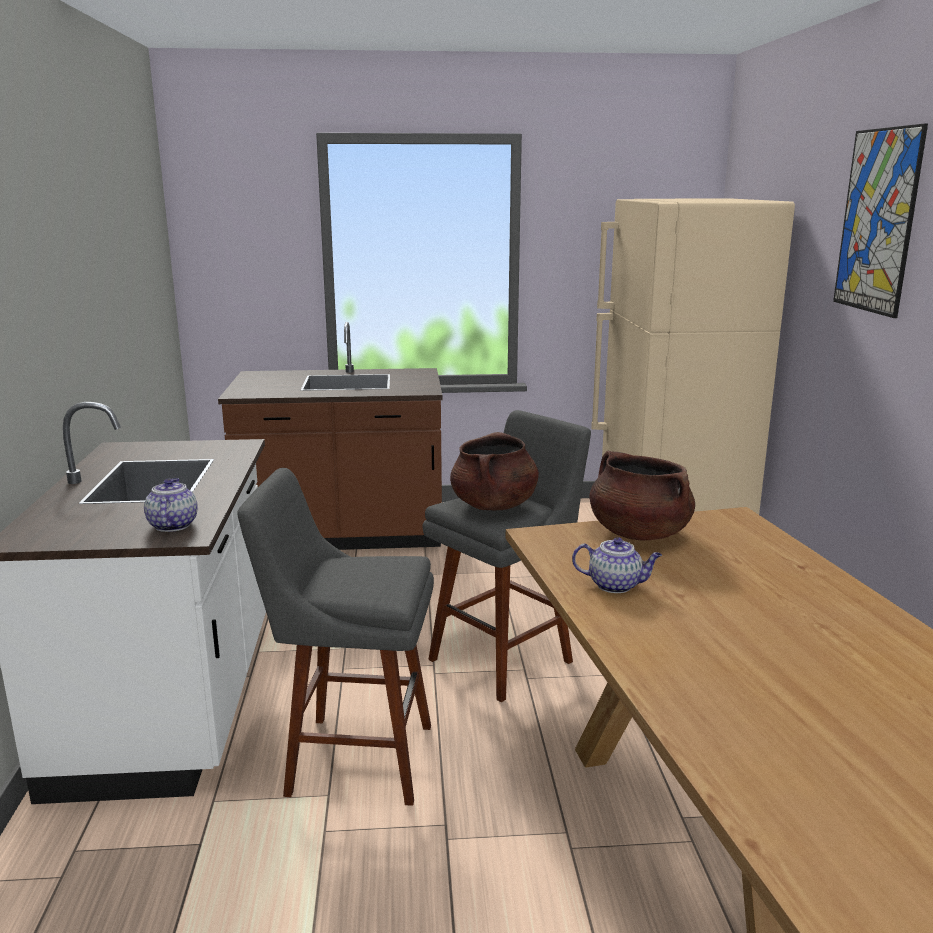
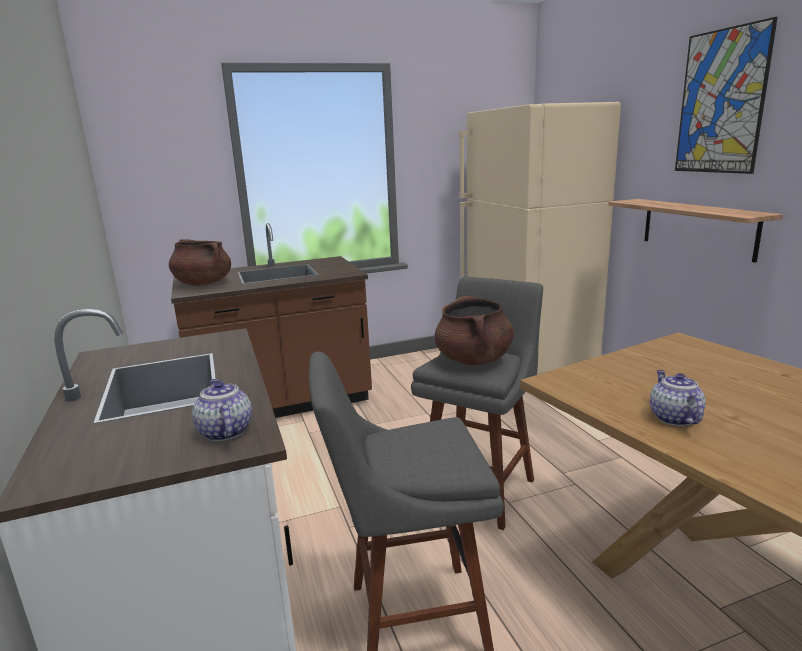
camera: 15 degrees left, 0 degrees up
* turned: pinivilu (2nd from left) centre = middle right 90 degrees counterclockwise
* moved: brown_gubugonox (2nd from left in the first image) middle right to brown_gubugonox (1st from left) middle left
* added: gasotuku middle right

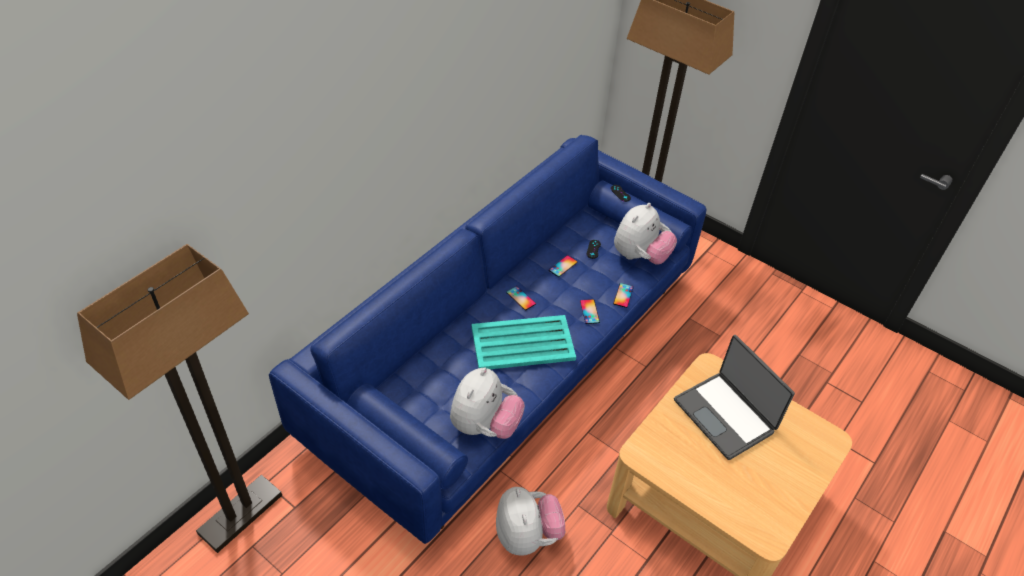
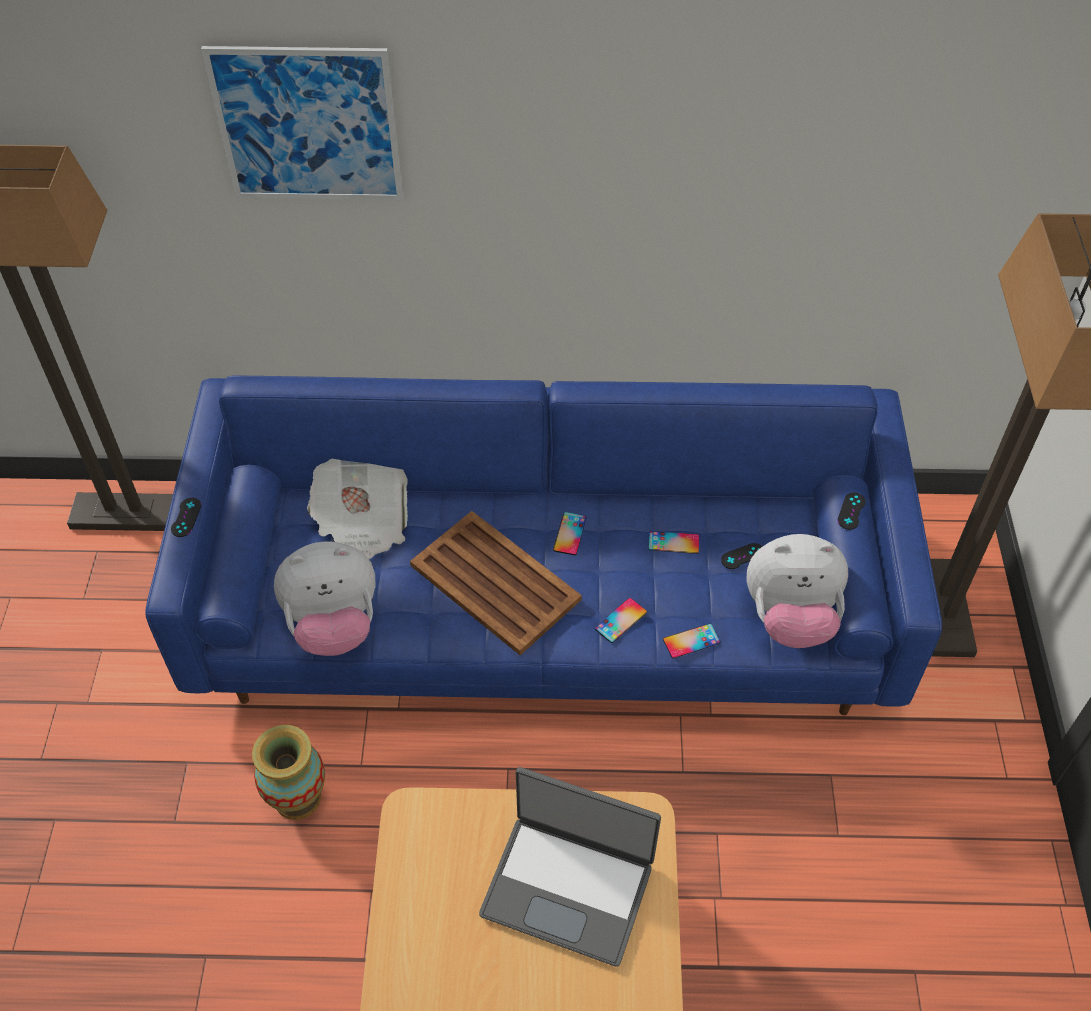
camera: 55 degrees right, 5 degrees up
* recoloured: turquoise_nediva centre to brown_nediva centre
* replaced: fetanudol (2nd from left) bottom centre to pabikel bottom left
* turned: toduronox bottom right = bottom centre 90 degrees counterclockwise
* added: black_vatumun (1st from left) middle left
* added: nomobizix top left
* added: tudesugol middle left

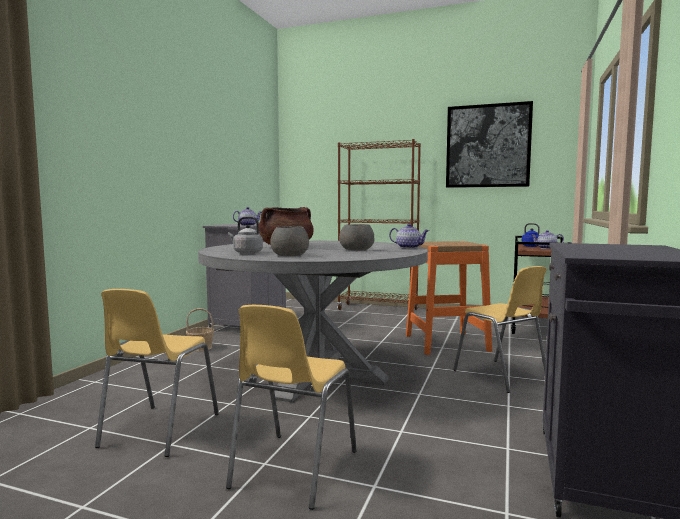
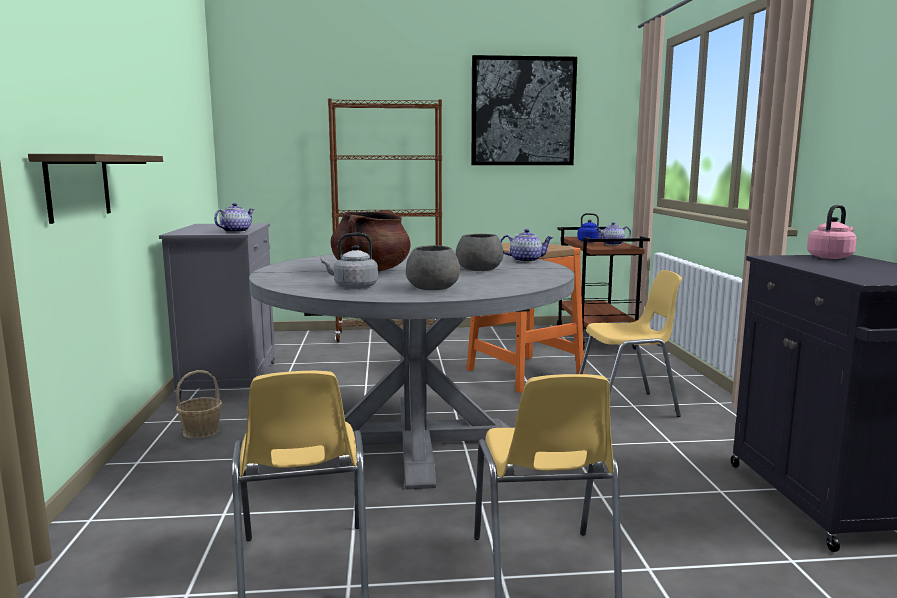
camera: 25 degrees left, 5 degrees up
* turned: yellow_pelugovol (3rd from left) middle right = middle right 45 degrees counterclockwise
* added: gasotuku top left
* added: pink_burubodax middle right

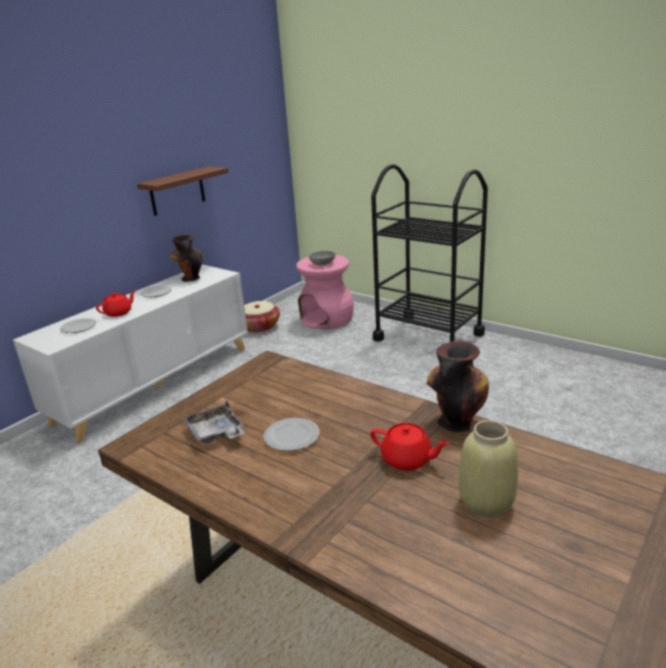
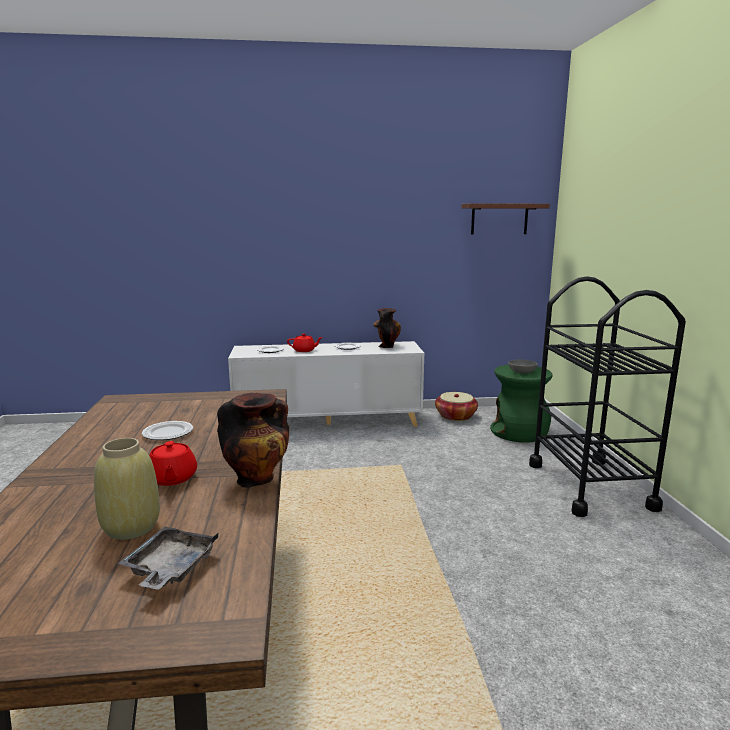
camera: 45 degrees right, 10 degrees down
* moved: brown_gasotuku top left to top right
* moved: grey_nediva middle left to bottom left
* recoloured: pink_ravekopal centre to green_ravekopal middle right

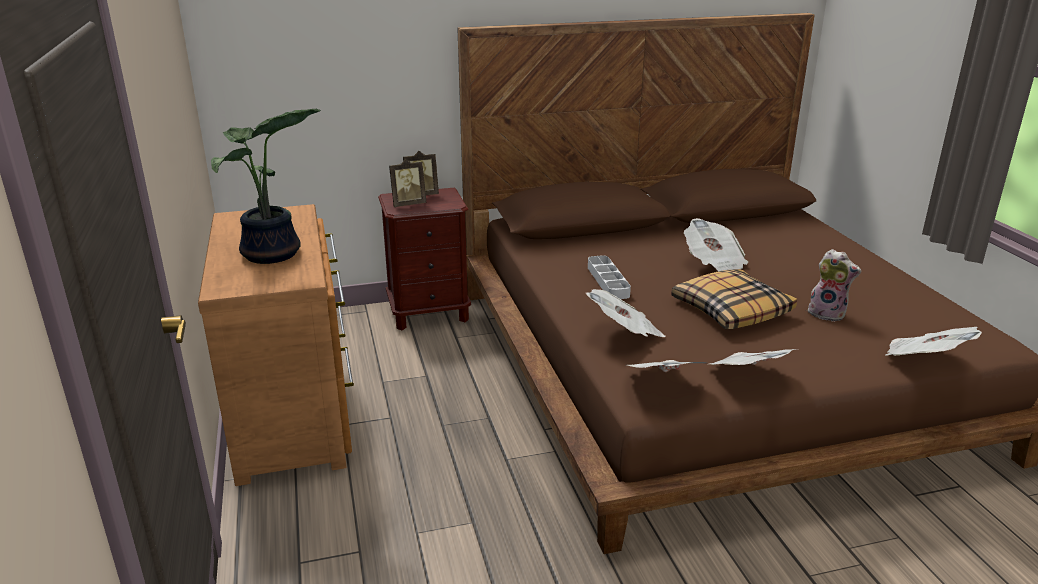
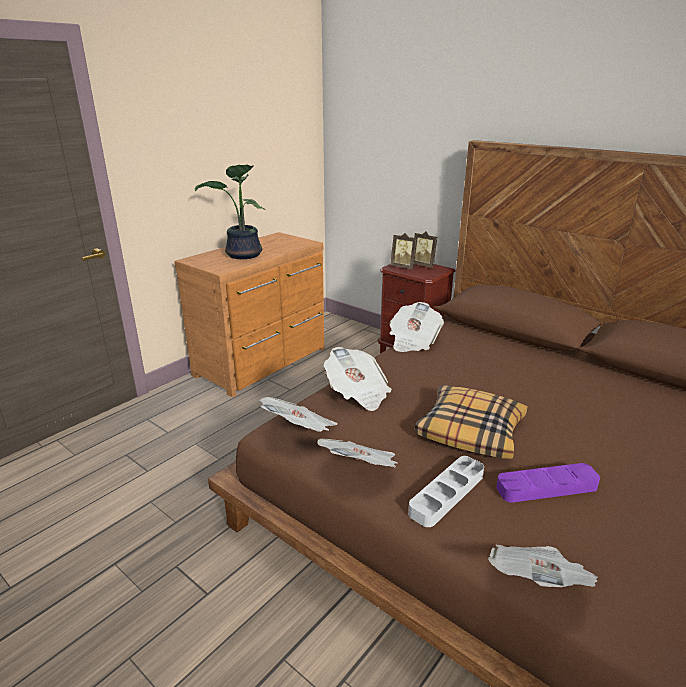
camera: 55 degrees right, 0 degrees up
* moved: grey_nediva centre to bottom centre
* moved: tudesugol (3rd from left in the first image) middle right to tudesugol (4th from left) centre
* replaced: fetanudol middle right to purple_nediva bottom right

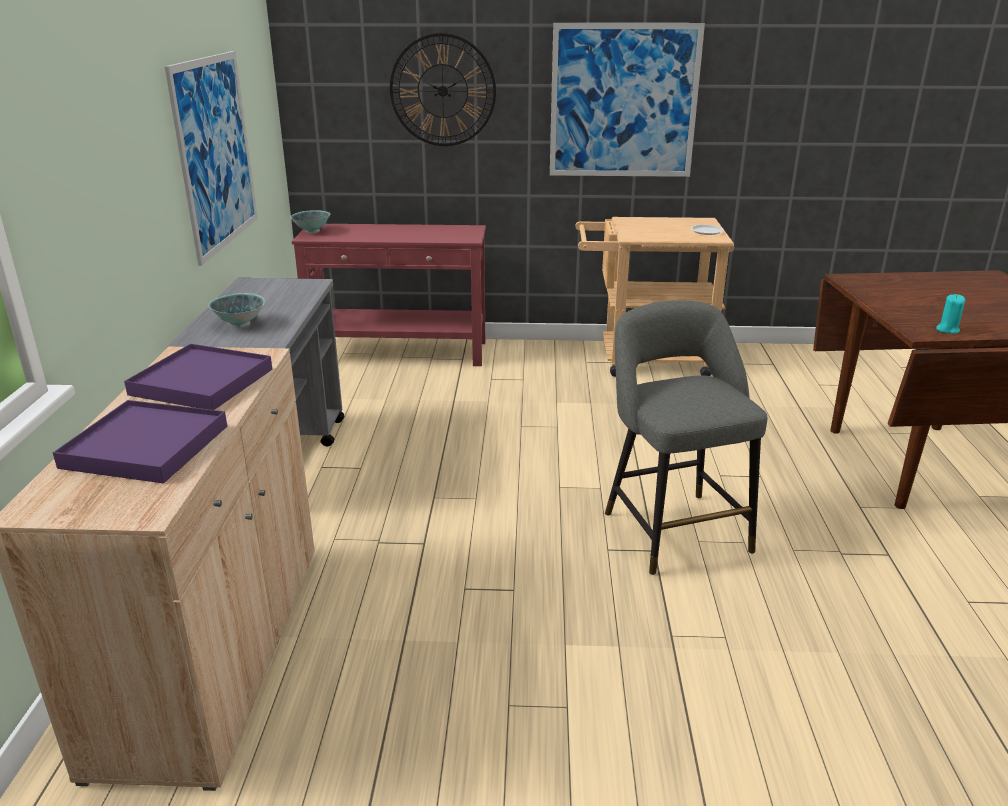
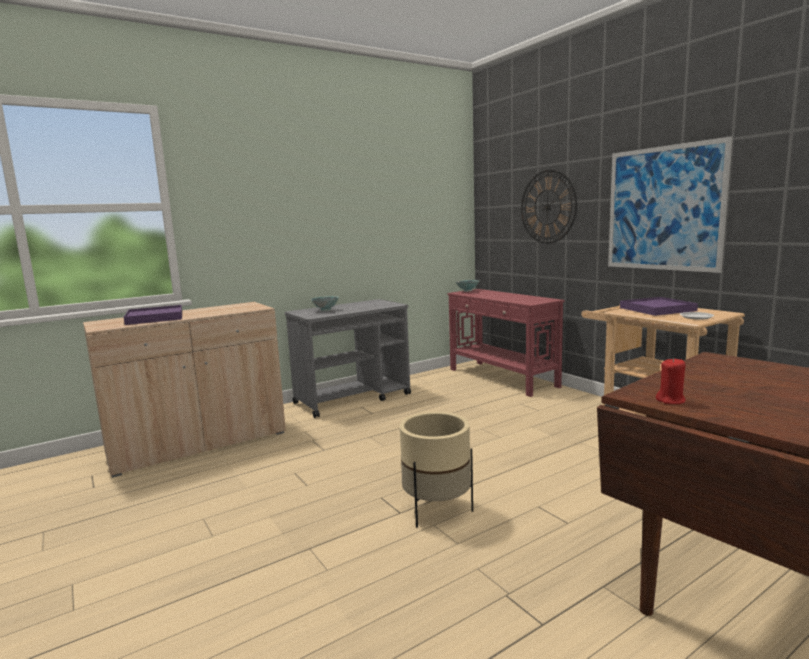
camera: 55 degrees right, 15 degrees down
* moved: purple_nediva (2nd from left) middle left to middle right
* removed: nomobizix (1st from left) top left
* replaced: grey_ravekopal middle right to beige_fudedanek bottom centre
* recoloured: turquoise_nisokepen middle right to red_nisokepen middle right

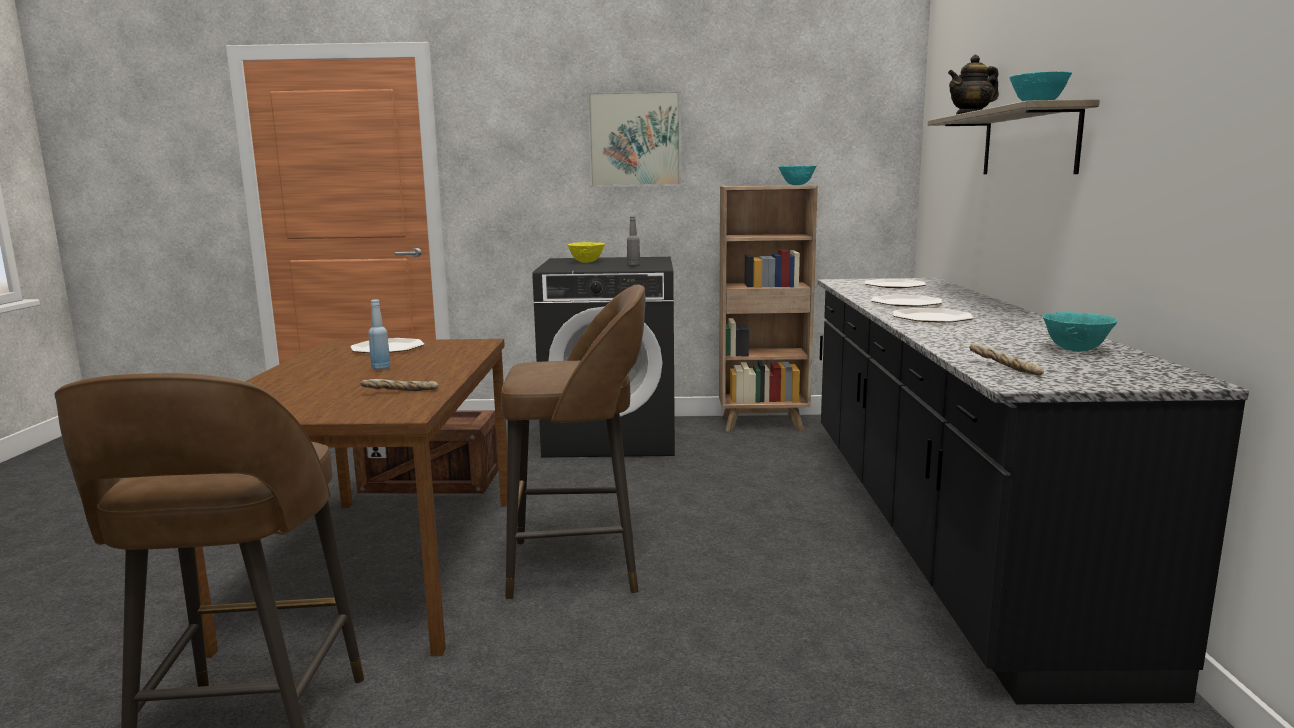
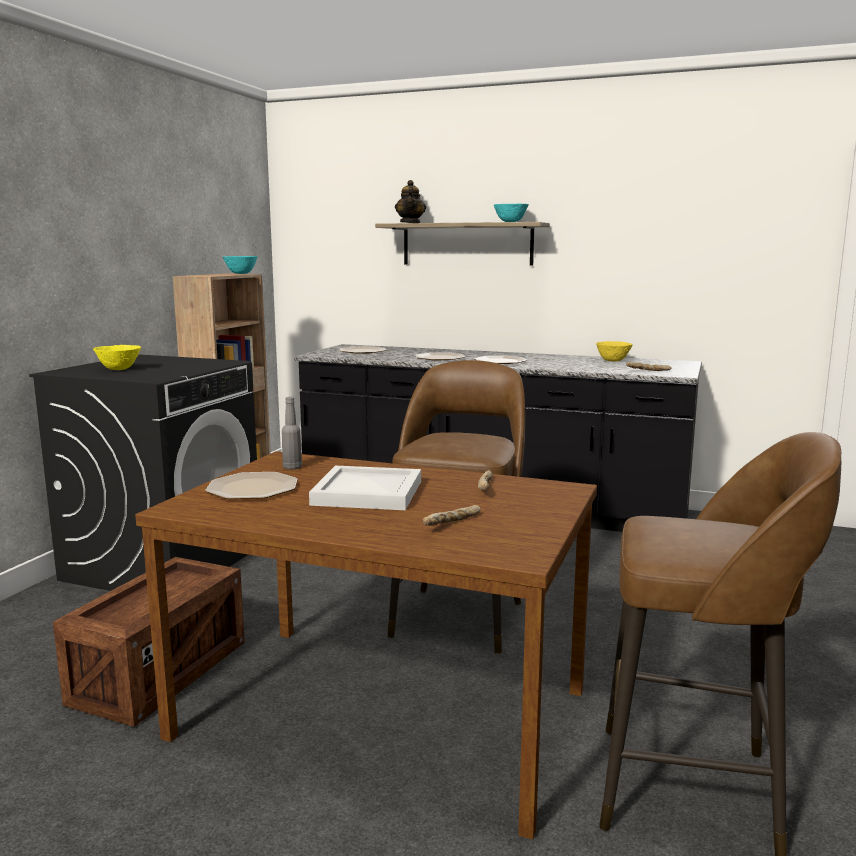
camera: 70 degrees left, 0 degrees up
* replaced: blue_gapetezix middle left to white_nediva centre
* removed: nomobizix top centre
* moved: grey_gapetezix top centre to centre
* recoloured: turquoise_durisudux (3rd from left) middle right to yellow_durisudux (2nd from left) middle right
* added: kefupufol (1st from left) centre

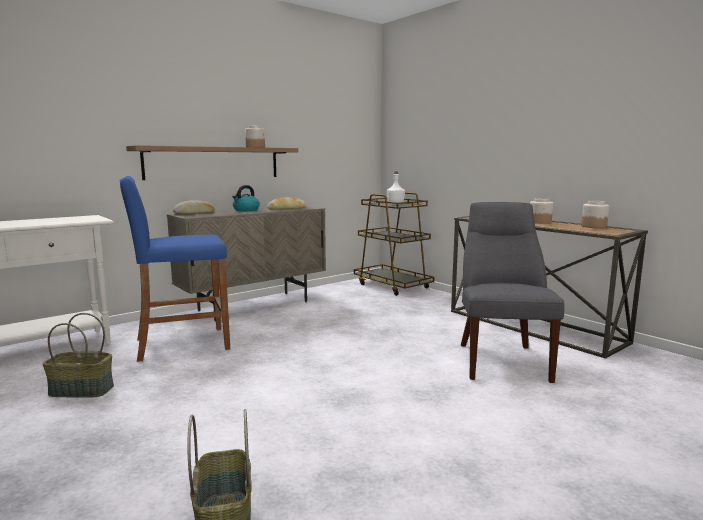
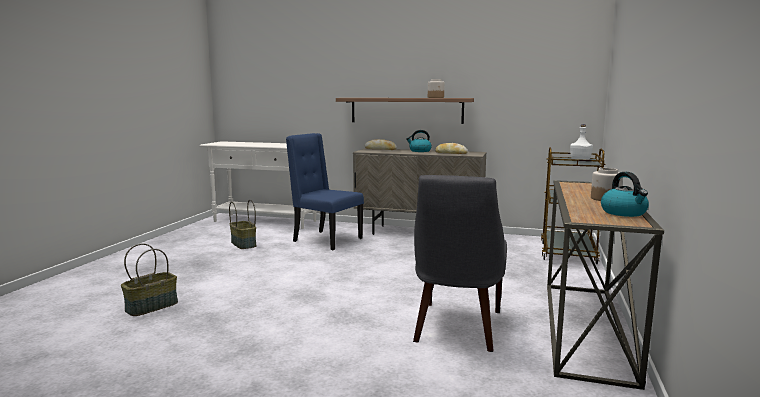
camera: 55 degrees right, 0 degrees up
* replaced: blue_ravekopal middle left to blue_pelugovol centre
* turned: grey_pelugovol middle right = centre 135 degrees clockwise
* replaced: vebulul (3rd from left) middle right to burubodax (2nd from left) middle right

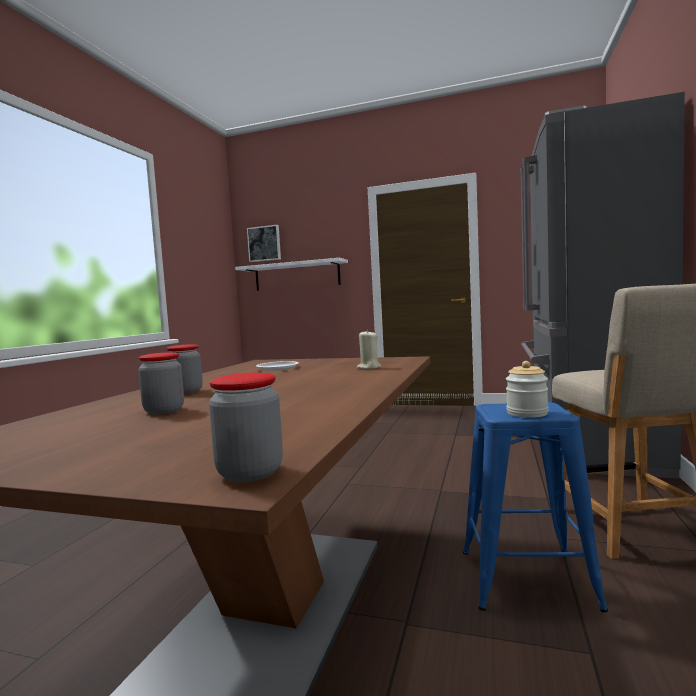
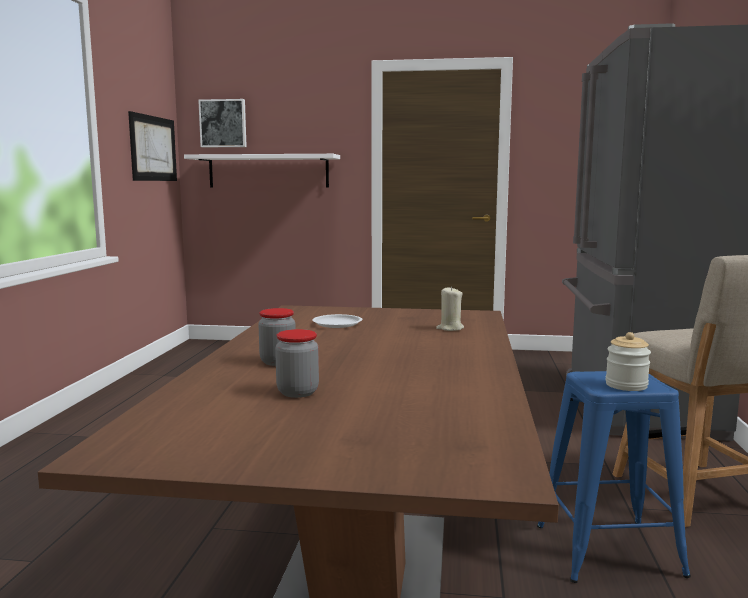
camera: 10 degrees left, 5 degrees up
* removed: vebulul (3rd from left) centre
* added: nomobizix (1st from left) top left

